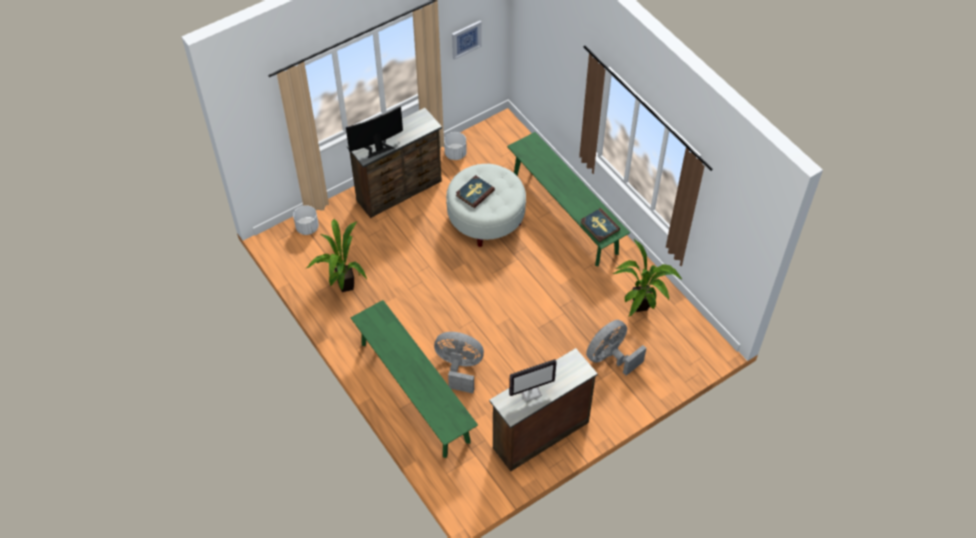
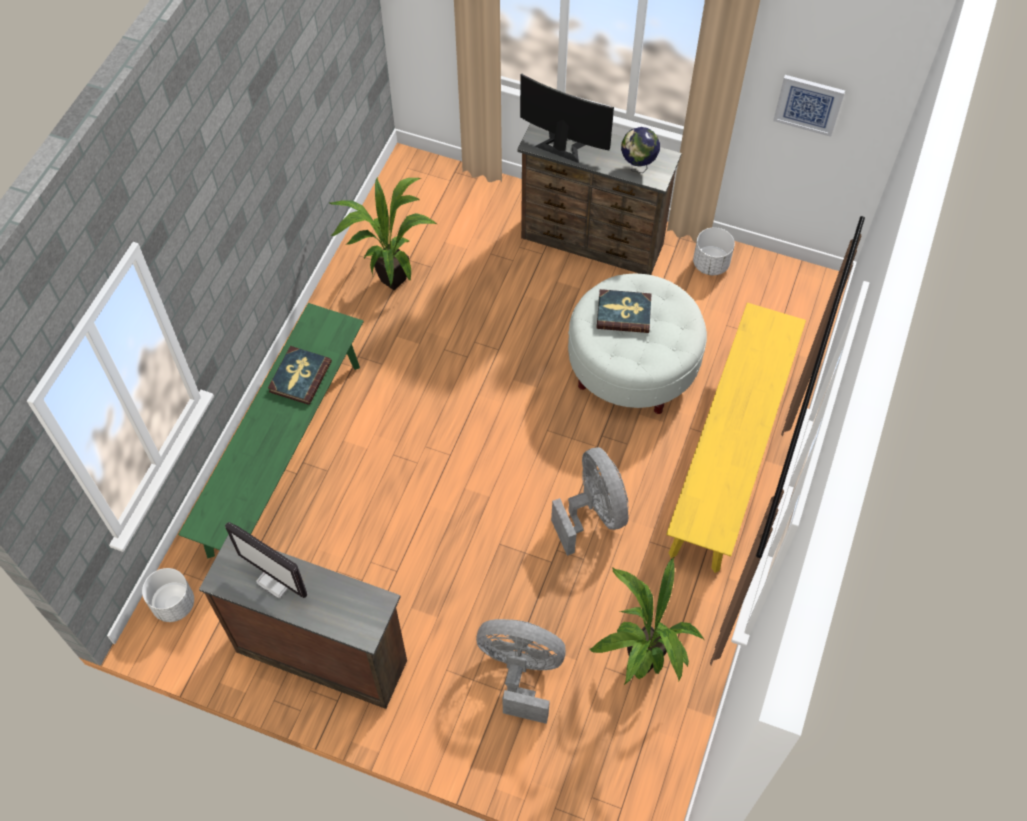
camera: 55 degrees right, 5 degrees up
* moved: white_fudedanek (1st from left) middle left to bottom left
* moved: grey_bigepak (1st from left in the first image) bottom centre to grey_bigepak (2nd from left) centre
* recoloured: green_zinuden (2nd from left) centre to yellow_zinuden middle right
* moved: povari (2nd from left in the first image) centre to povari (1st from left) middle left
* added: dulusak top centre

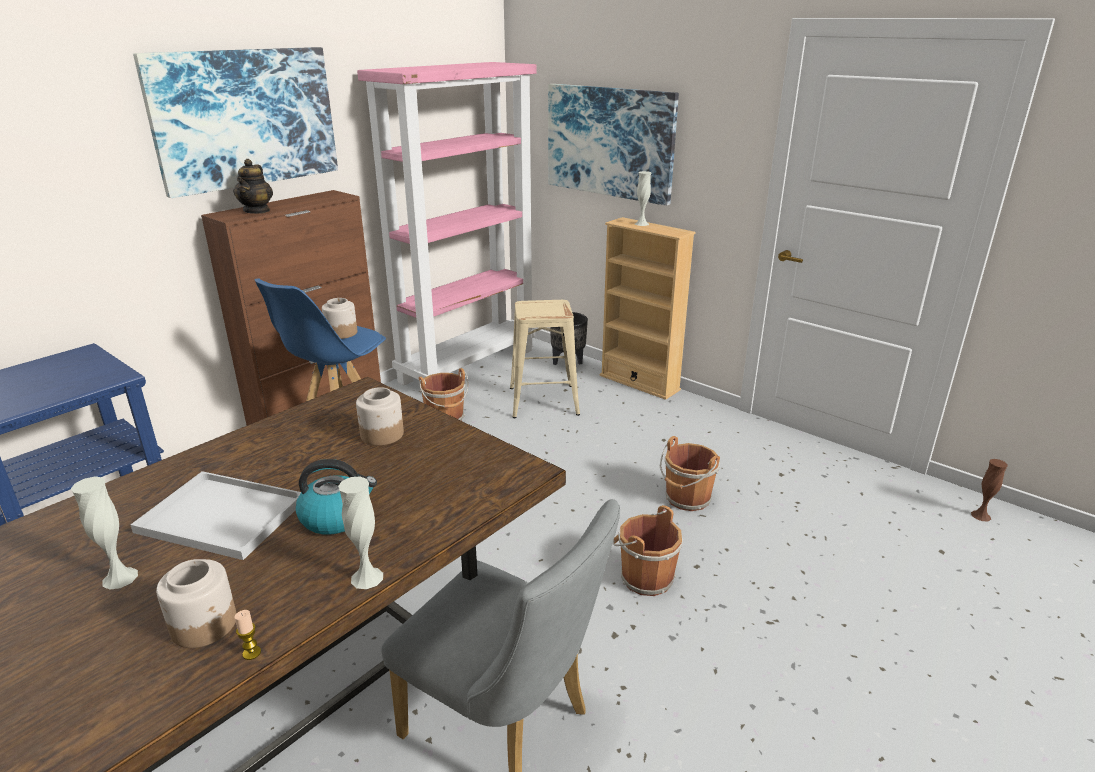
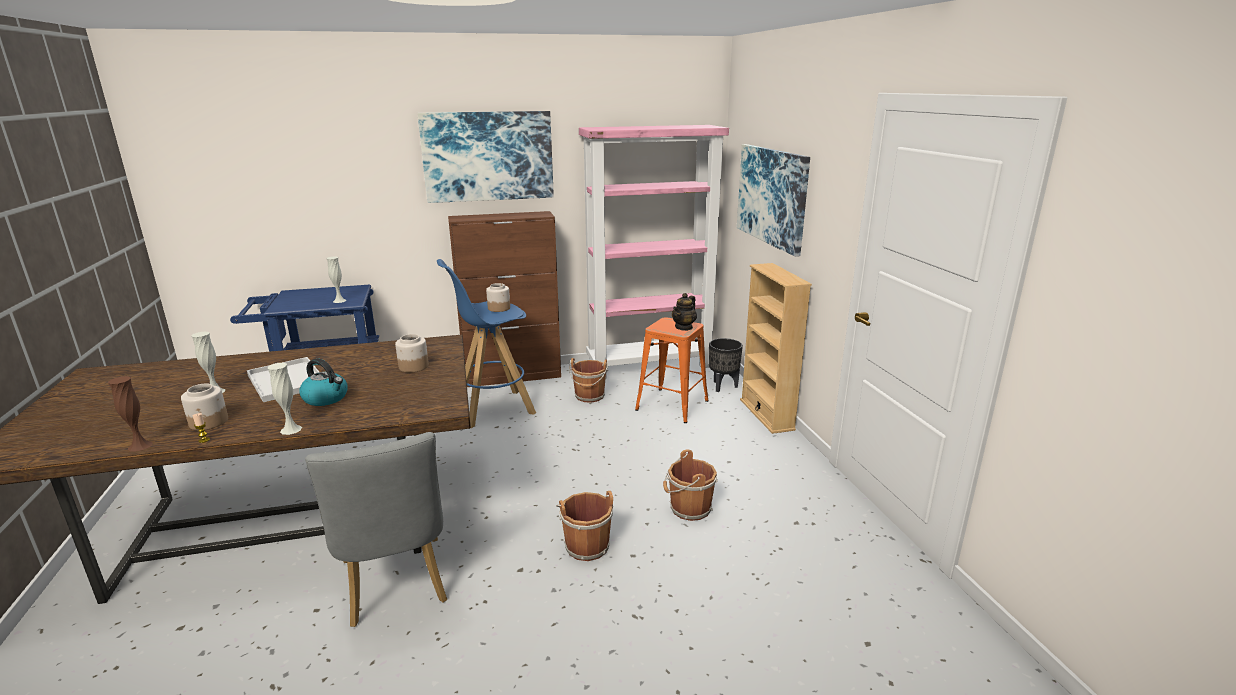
camera: 35 degrees right, 5 degrees down
* moved: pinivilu top left to centre
* recoloured: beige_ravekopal centre to orange_ravekopal centre
* moved: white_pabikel (3rd from left) top centre to middle left
* moved: brown_pabikel middle right to middle left

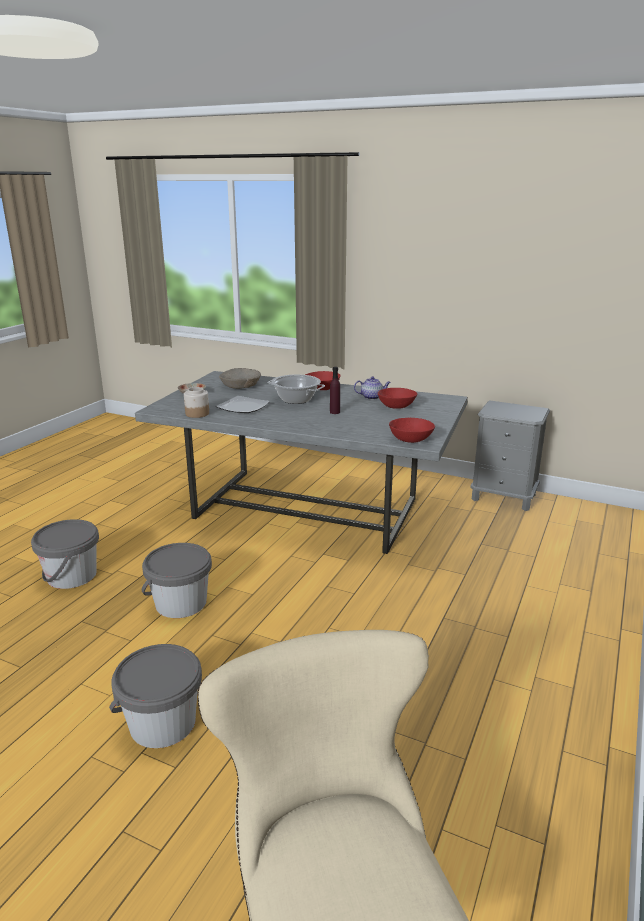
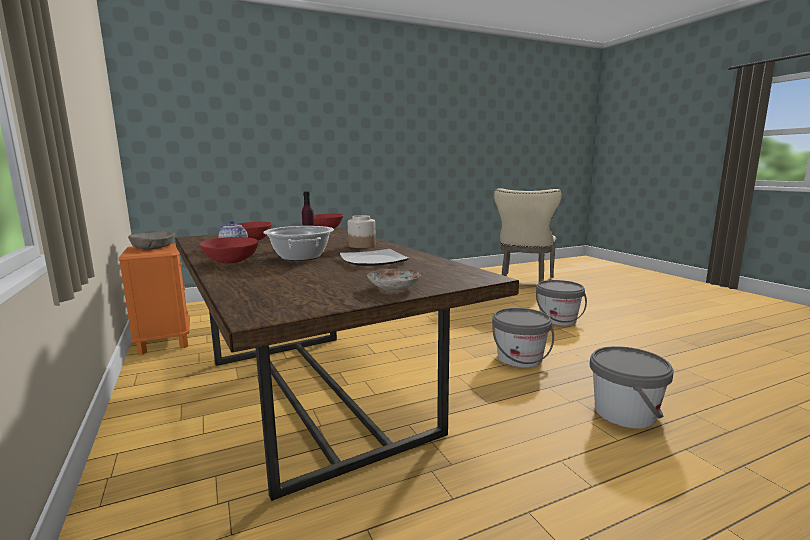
camera: 140 degrees left, 10 degrees down
* recoloured: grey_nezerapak centre to brown_nezerapak bottom centre
* moved: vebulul middle left to centre
* moved: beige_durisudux centre to middle left
* recoloured: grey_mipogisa middle right to orange_mipogisa middle left

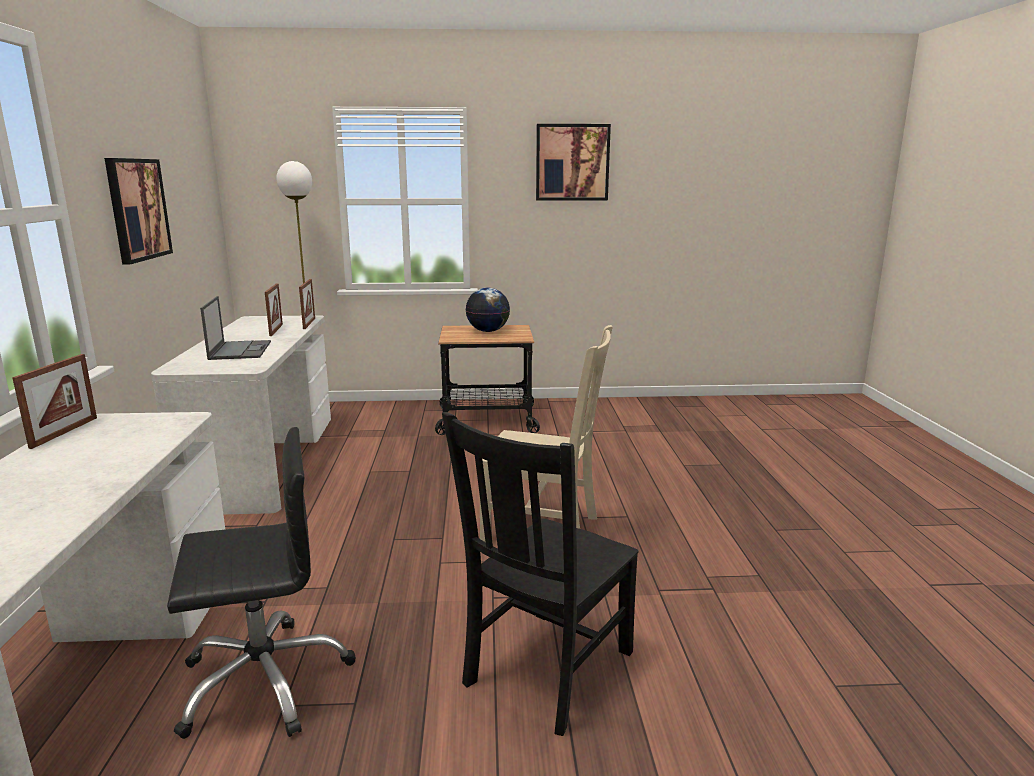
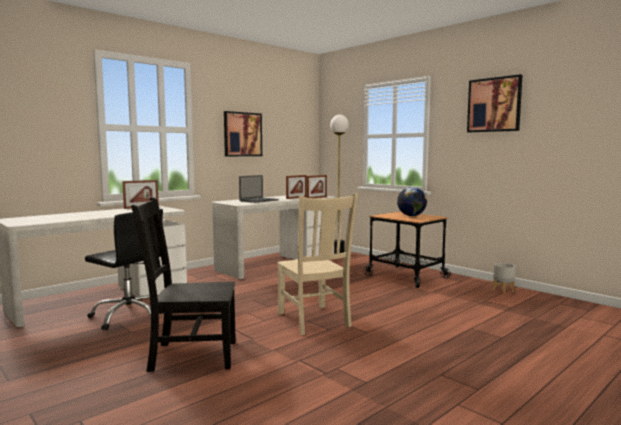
camera: 50 degrees right, 10 degrees down
* added: grey_fudedanek middle right

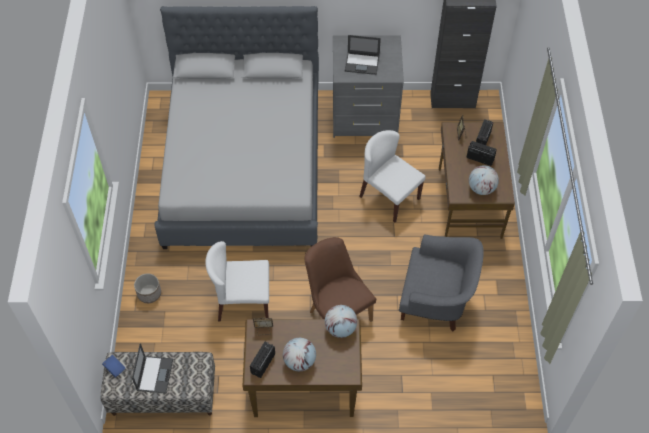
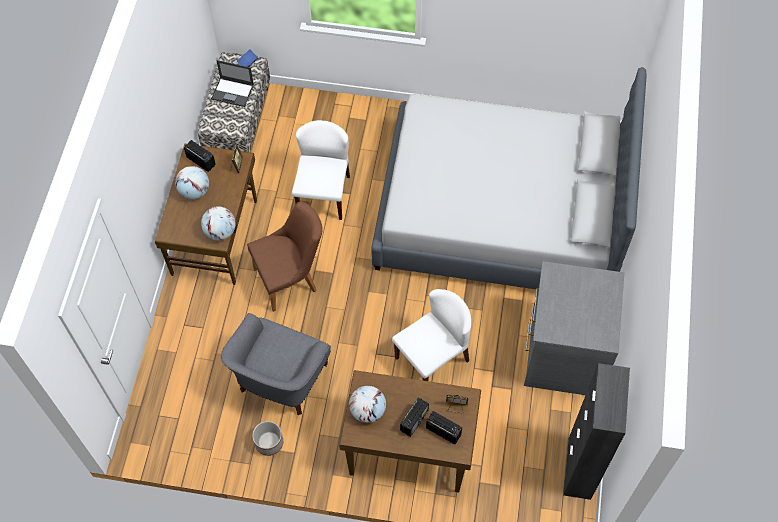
camera: 100 degrees right, 5 degrees up
* moved: fudedanek middle left to bottom centre
* removed: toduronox (2nd from left) top centre

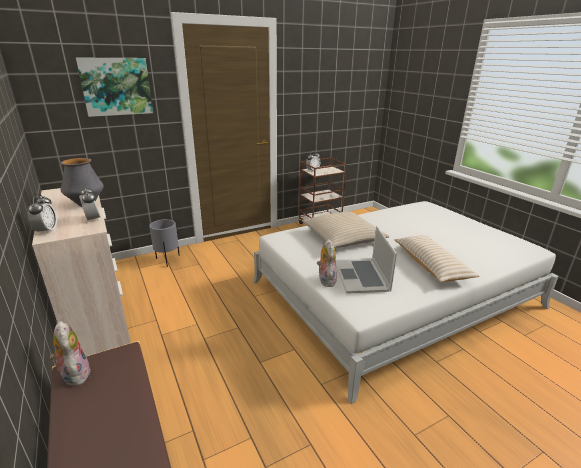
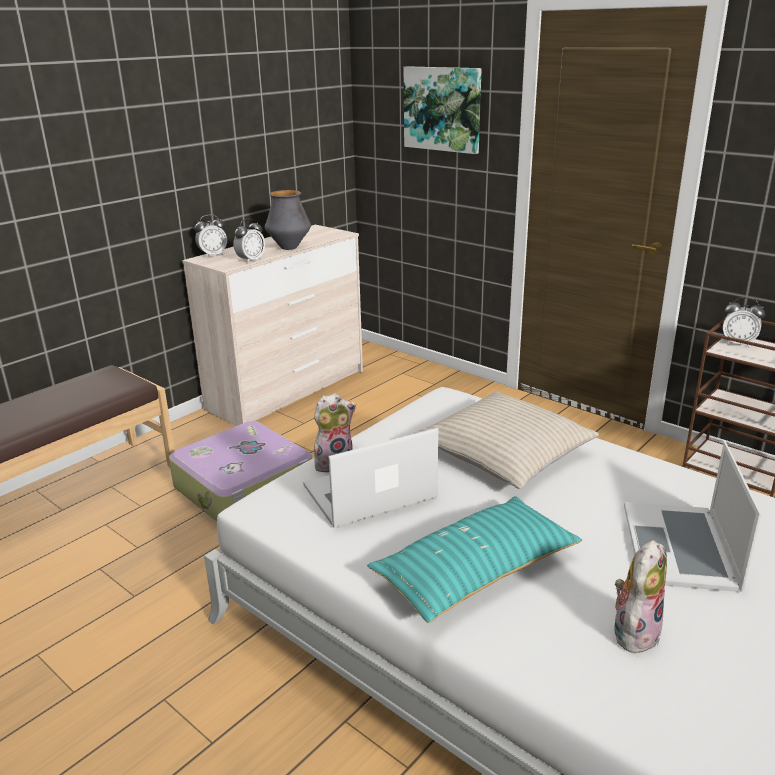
camera: 70 degrees right, 0 degrees up
* moved: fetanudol (1st from left in the first image) bottom left to fetanudol (2nd from left) bottom right
* removed: grey_fudedanek middle left
* recoloured: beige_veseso (2nd from left) middle right to turquoise_veseso bottom centre
* added: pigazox middle left
* added: toduronox (2nd from left) bottom right

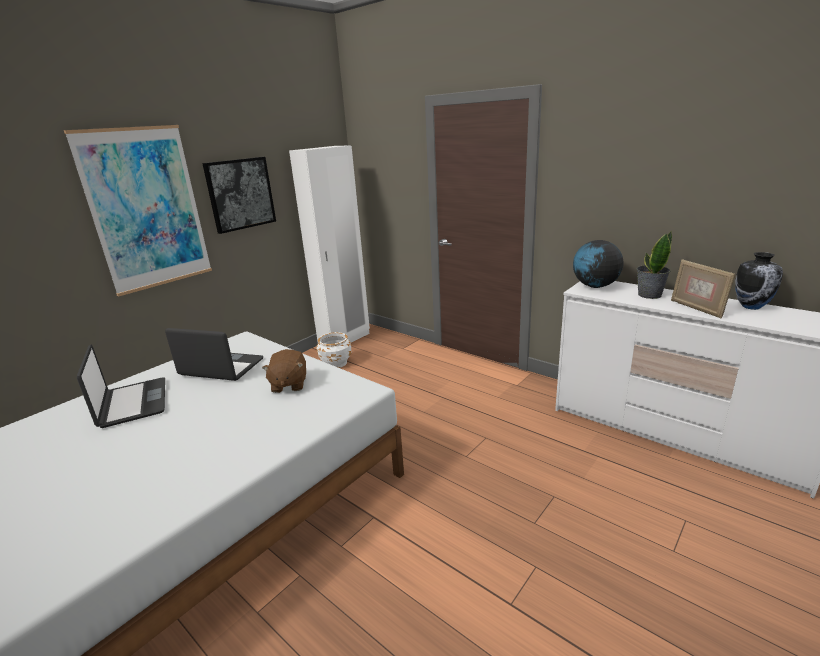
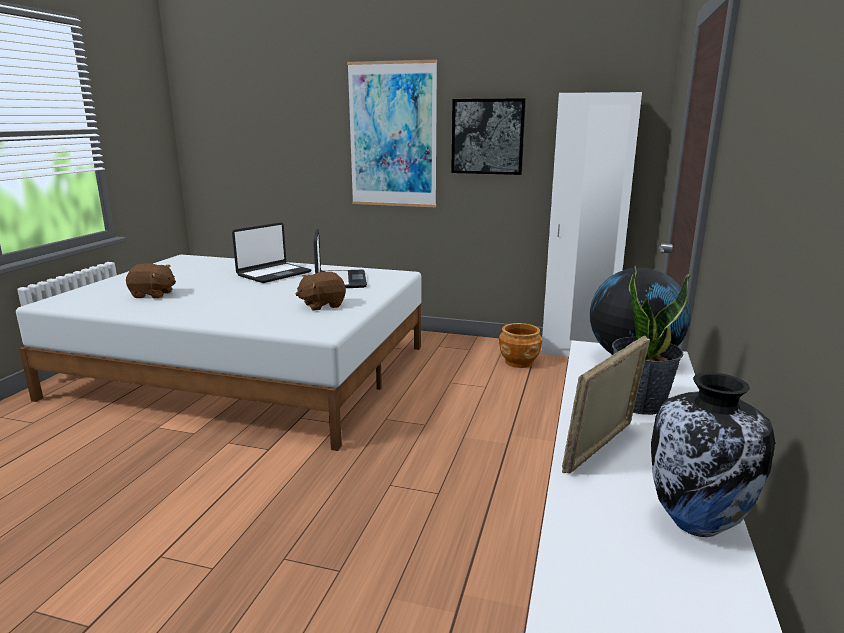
camera: 65 degrees right, 5 degrees down
* recoloured: white_fudedanek centre to brown_fudedanek centre
* added: brown_fetanudol (1st from left) middle left

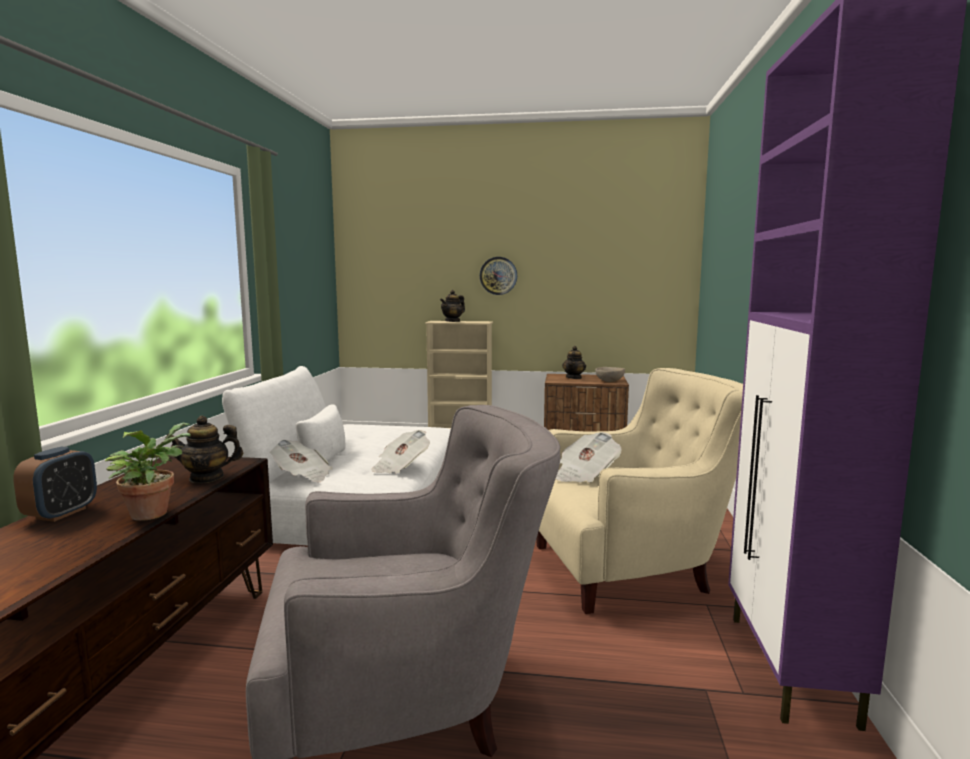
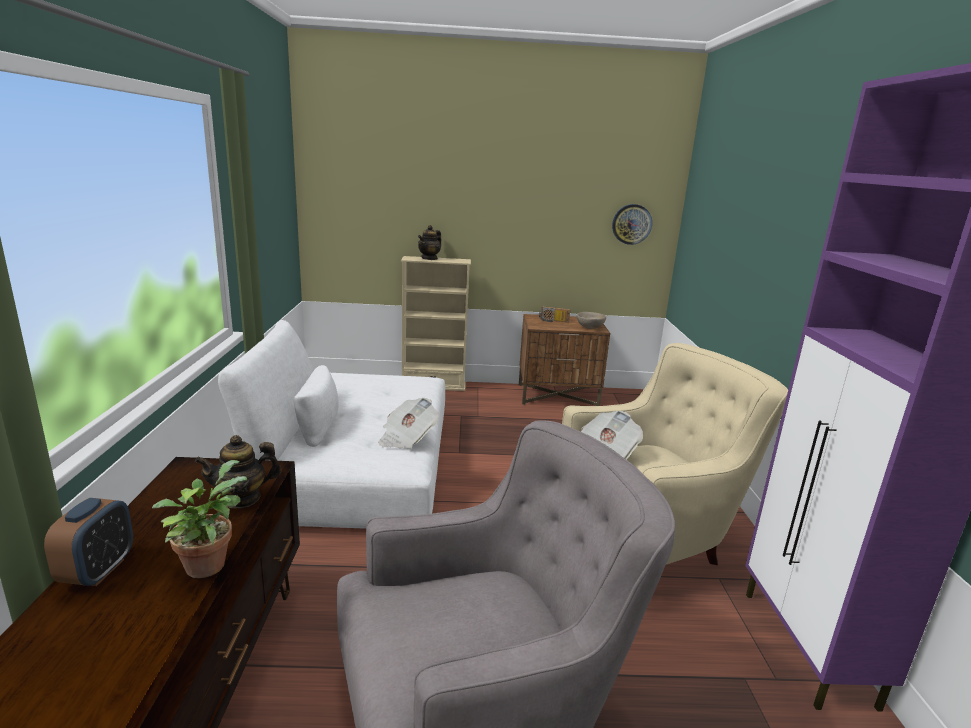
camera: 10 degrees left, 10 degrees up
* removed: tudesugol (1st from left) middle left
* moved: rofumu centre to top centre
* replaced: pinivilu (3rd from left) centre to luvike centre

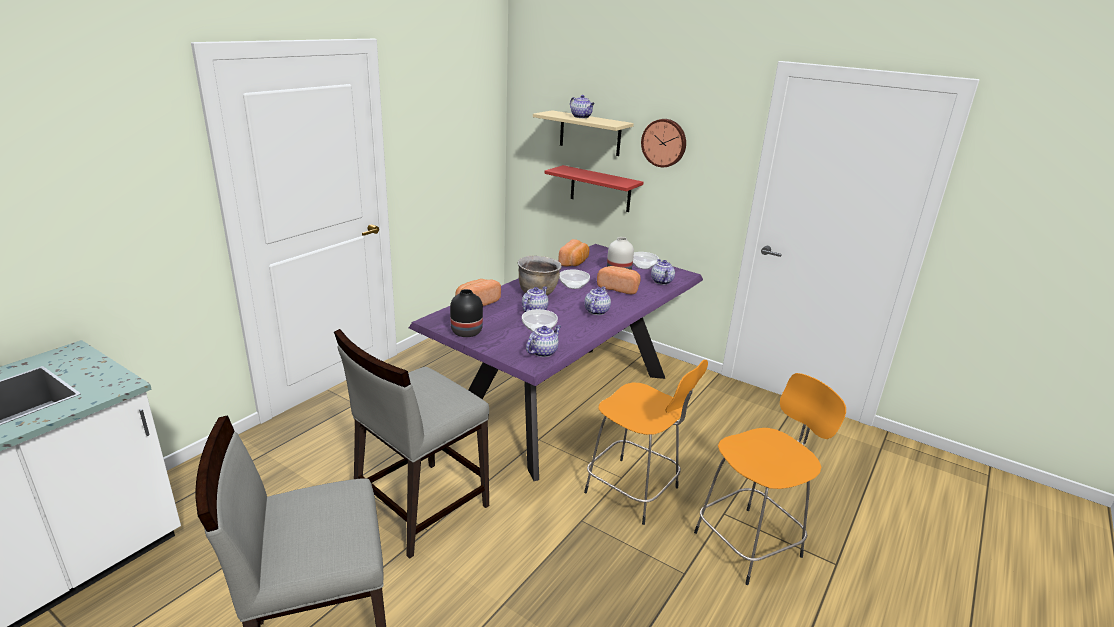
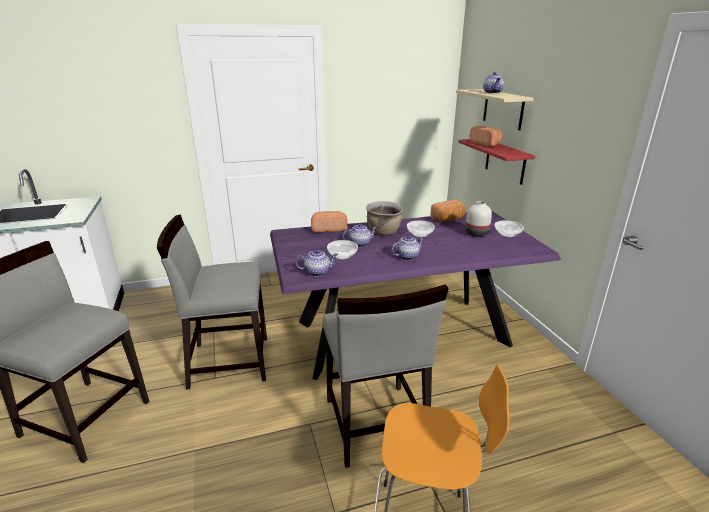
camera: 40 degrees right, 0 degrees up
* removed: black_pabikel centre
* replaced: orange_ravekopal (1st from left) bottom centre to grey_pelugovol (3rd from left) bottom centre
* moved: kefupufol (3rd from left) centre to top right
* removed: rofumu top centre
* removed: pinivilu (5th from left) centre

